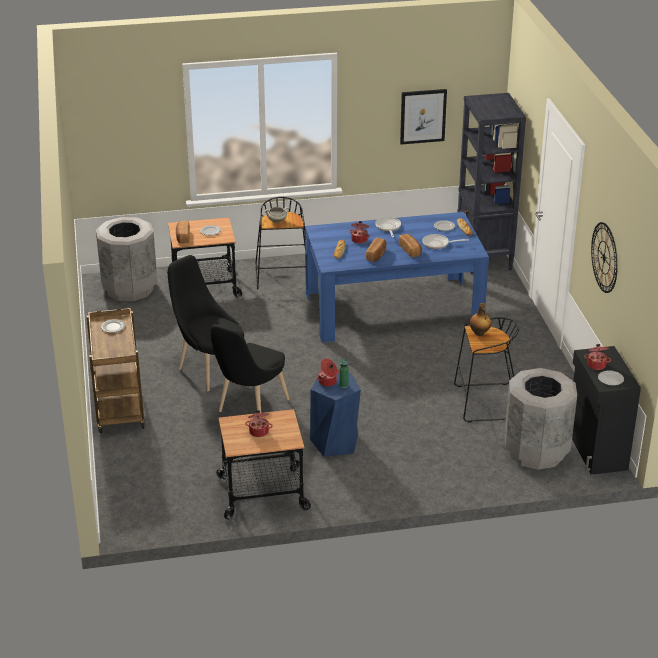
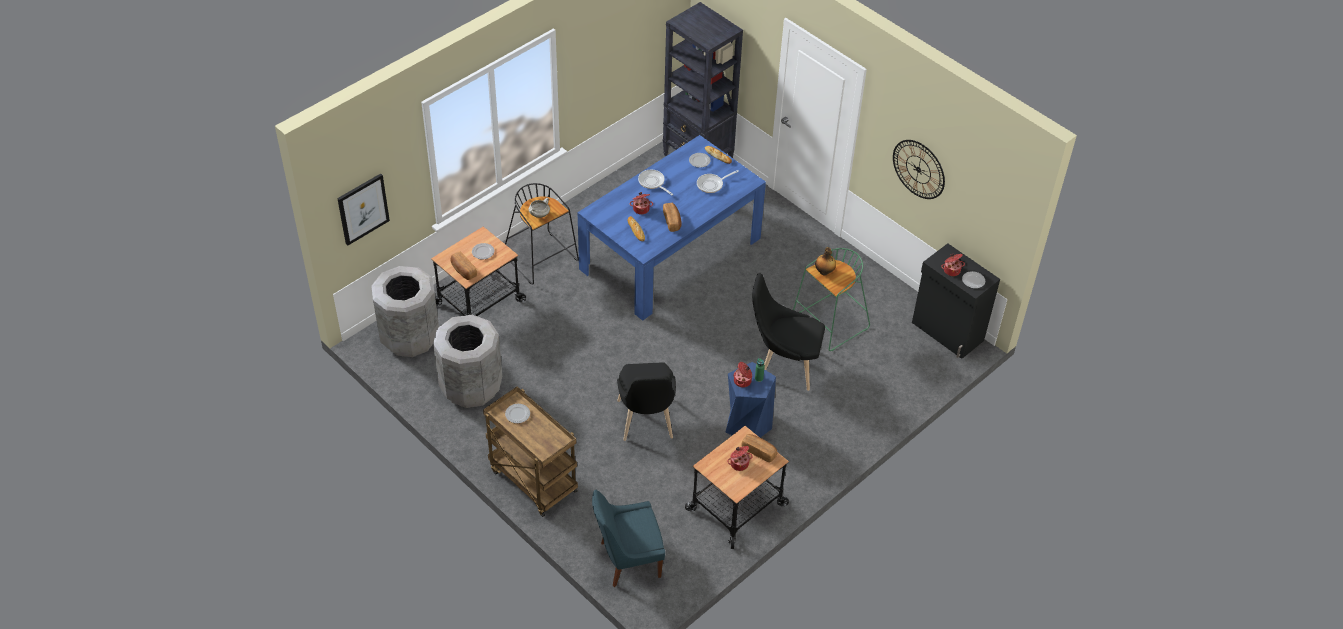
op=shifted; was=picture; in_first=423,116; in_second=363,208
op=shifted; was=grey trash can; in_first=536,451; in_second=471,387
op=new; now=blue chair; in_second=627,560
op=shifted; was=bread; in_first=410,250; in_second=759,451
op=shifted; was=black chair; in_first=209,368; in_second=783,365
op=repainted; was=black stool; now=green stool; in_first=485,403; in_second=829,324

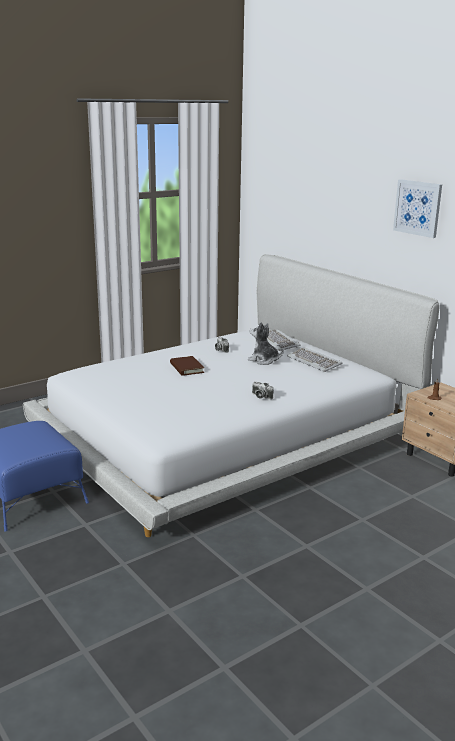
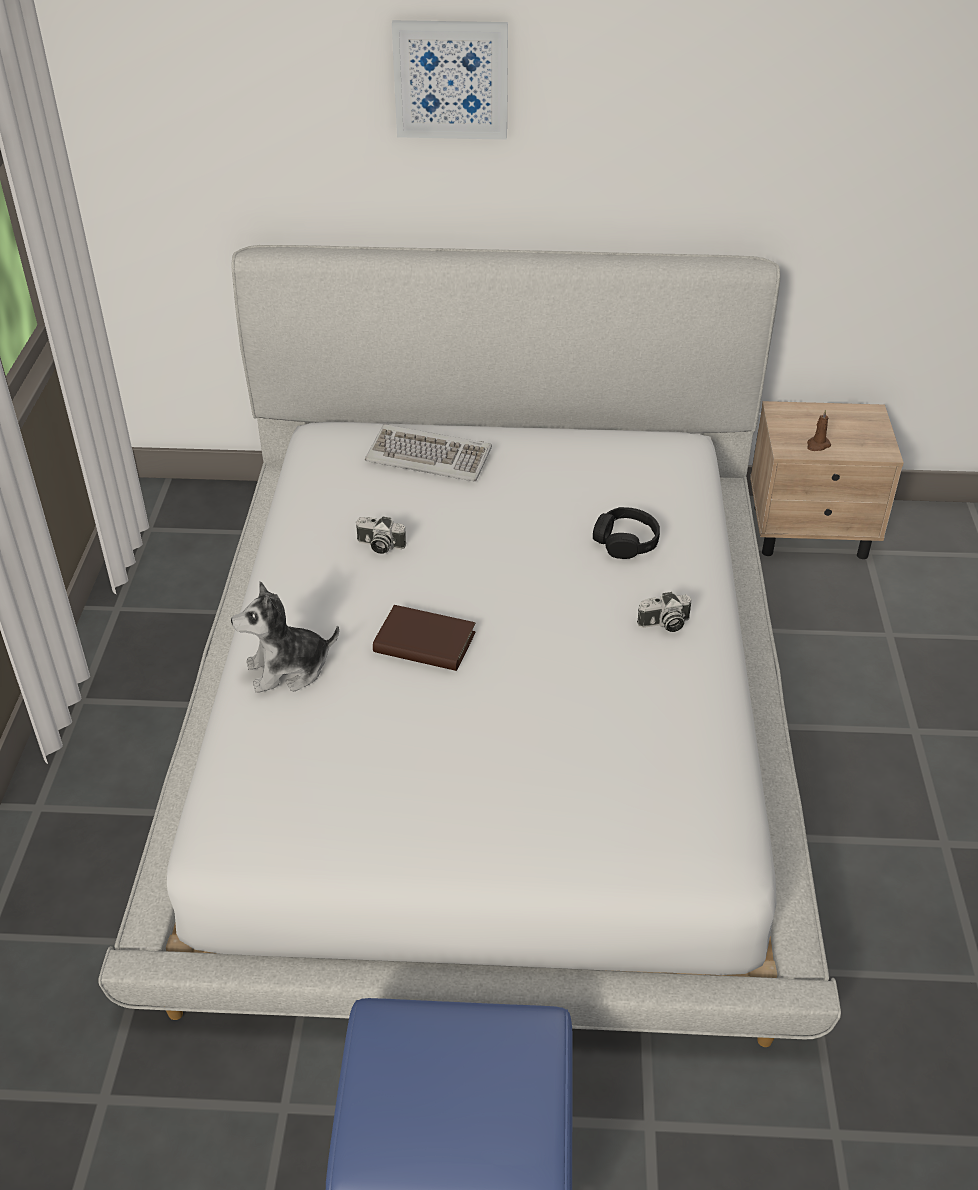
op=shifted; was=plush toy; in_first=264,360; in_second=288,669
op=shifted; was=picture; in_first=418,208; in_second=451,79
op=new; now=black headphones; in_second=626,541
op=gone; was=keyboard; in_first=314,362

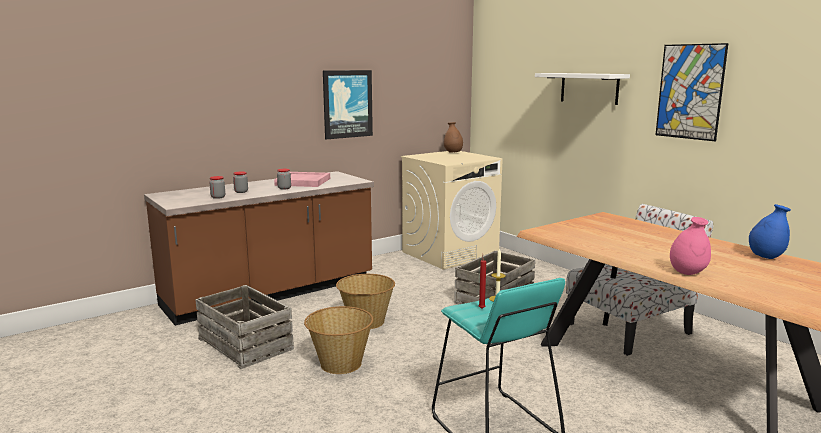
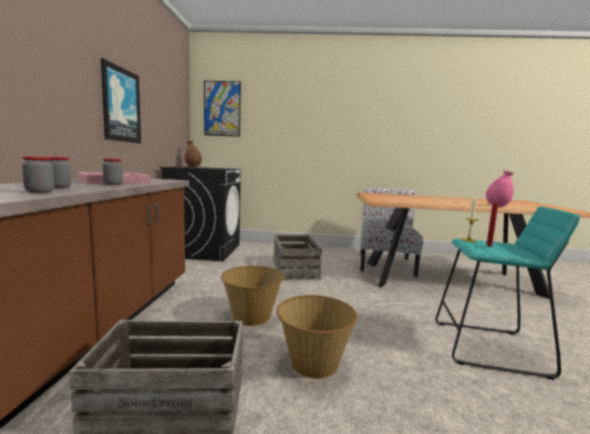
op=repainted; was=beige washing machine; now=black washing machine; in_first=450,253; in_second=204,250
op=shifted; was=picture; in_first=690,92; in_second=222,109
op=gone; was=white shelf; in_first=589,88
op=gone; was=blue vase; in_first=766,257

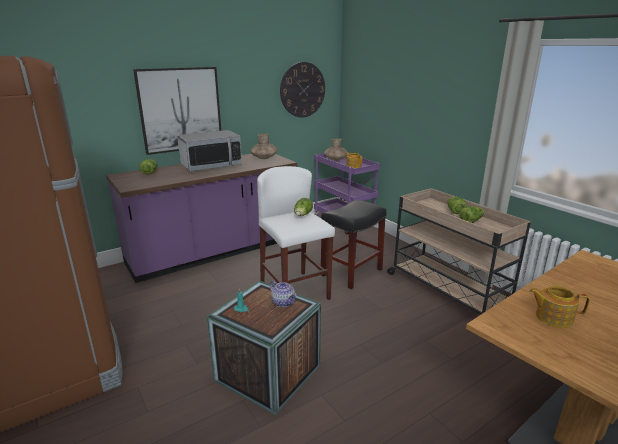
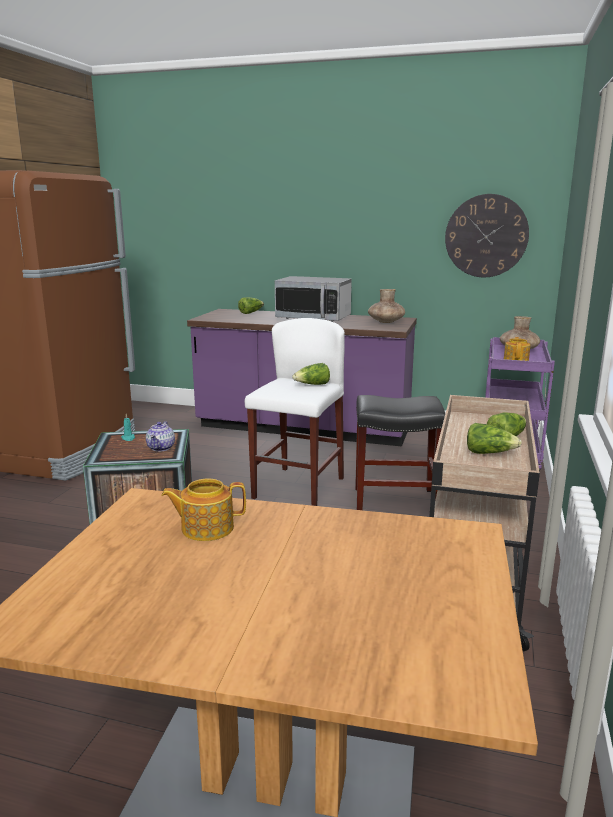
op=rotated; was=teapot; in_first=553,317; in_second=206,528; clockwise=-75
op=gone; was=picture; in_first=180,110

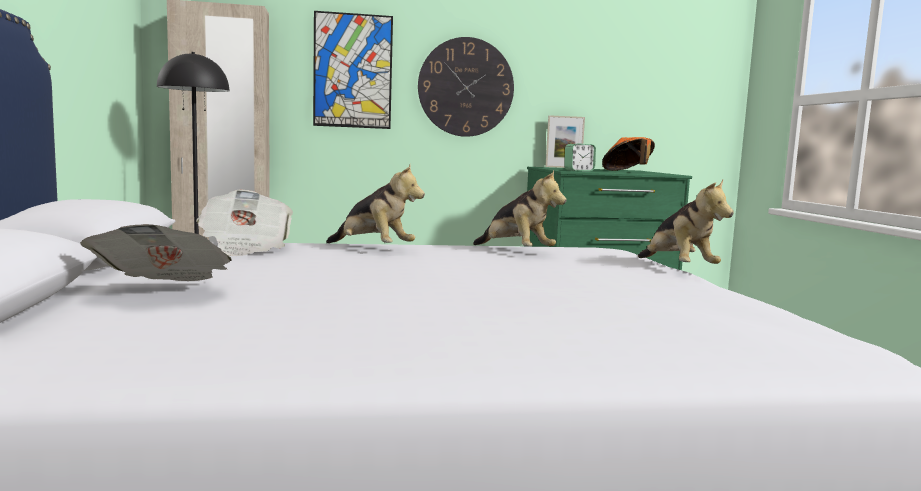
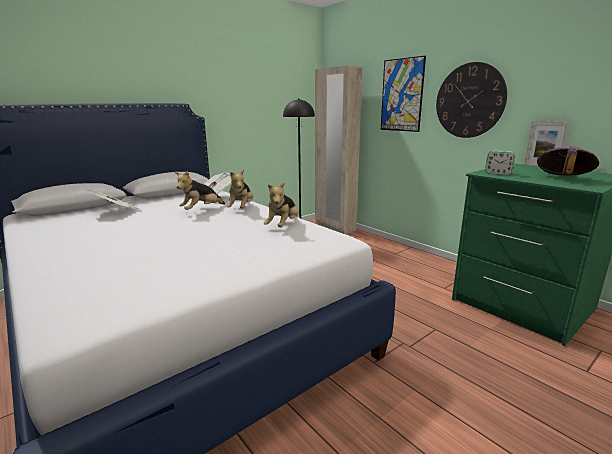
op=shifted; was=plush toy; in_first=677,268; in_second=201,210
op=repainted; was=orange hat; now=purple hat; in_first=627,171; in_second=562,178

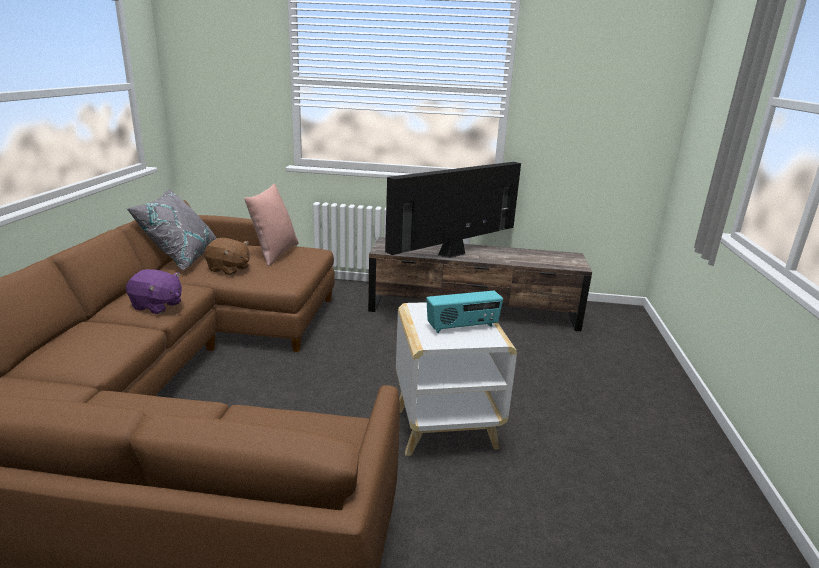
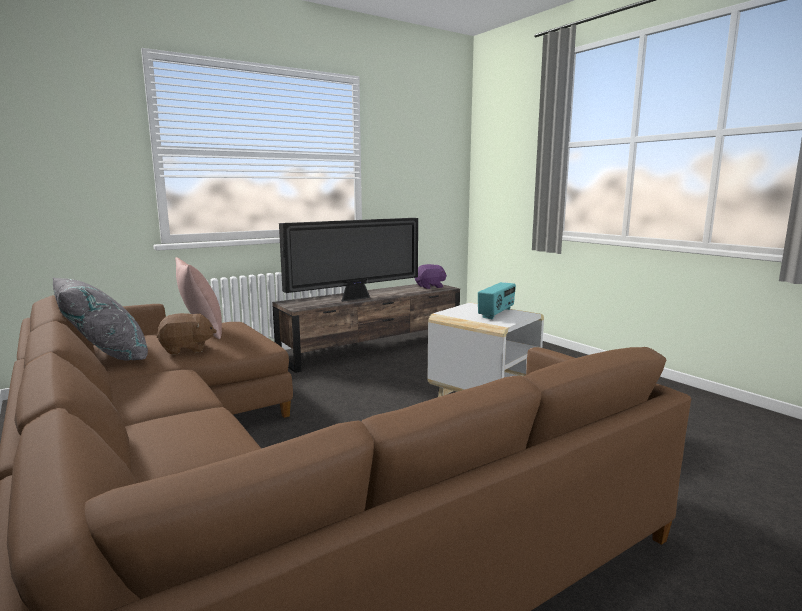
op=rotated; was=television; in_first=452,254; in_second=355,298; clockwise=-135
op=shifted; was=purple plush toy; in_first=157,306; in_second=430,287

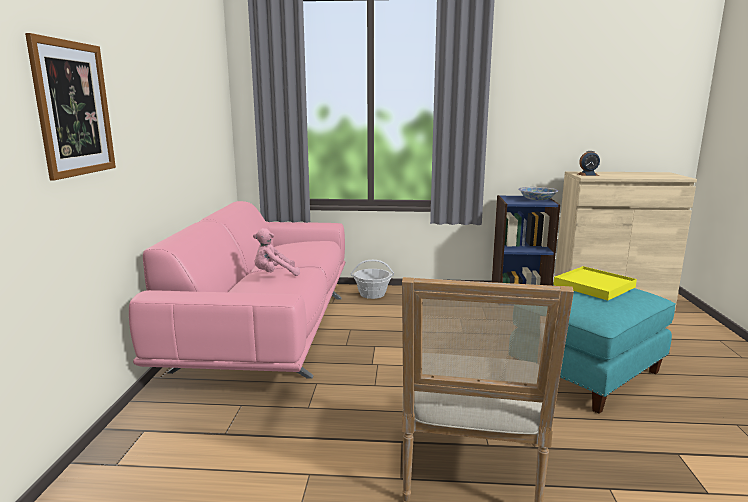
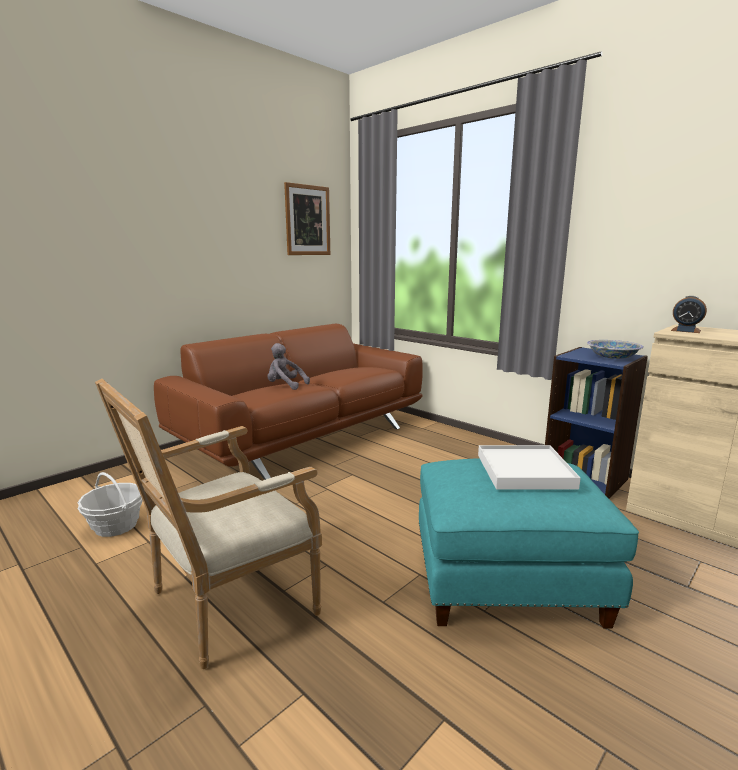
op=shifted; was=basket; in_first=372,294; in_second=116,526
op=repainted; was=pink sofa; now=brown sofa; in_first=267,328; in_second=304,435
op=repainted; was=pink plush toy; now=grey plush toy; in_first=274,275; in_second=285,386
op=shifted; was=picture; in_first=73,109; in_second=307,220
op=repainted; was=yellow tray; now=white tray; in_first=594,286; in_second=525,471

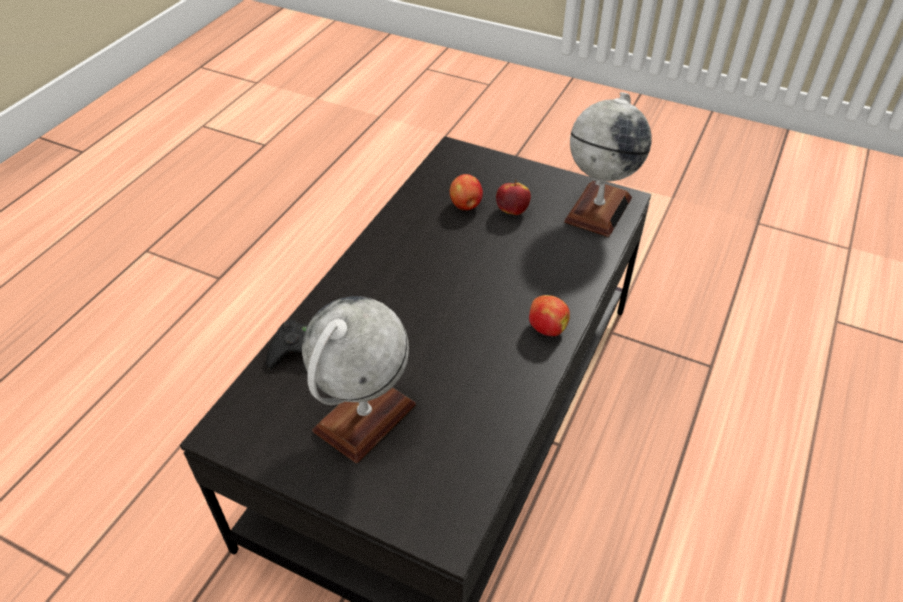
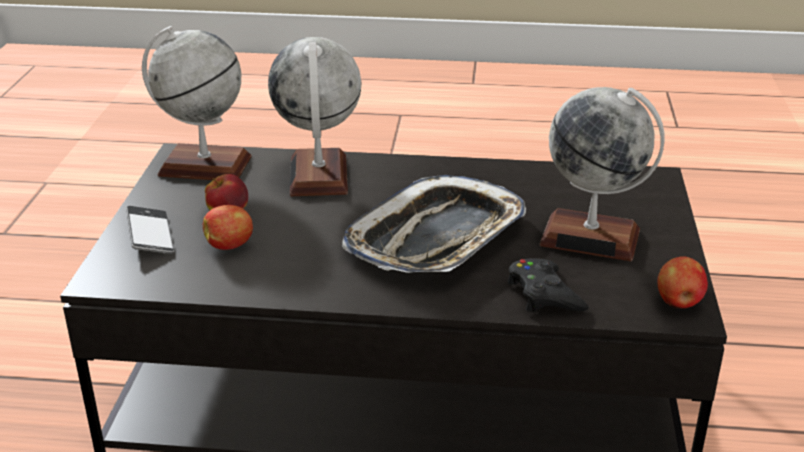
op=new; now=phone; in_second=150,236
op=new; now=globe; in_second=319,175
op=new; now=tray; in_second=437,238
op=shifted; was=apple; in_first=546,328; in_second=678,303

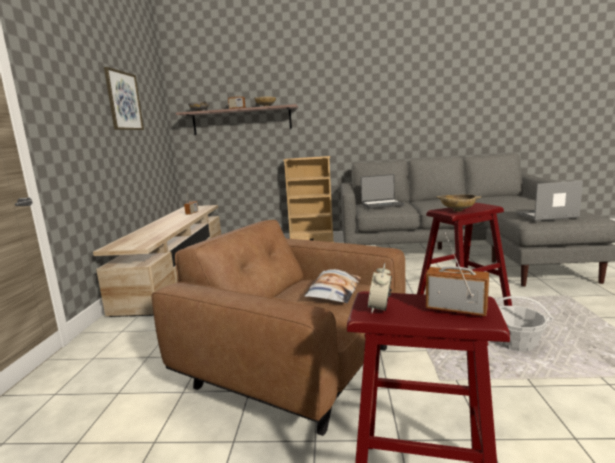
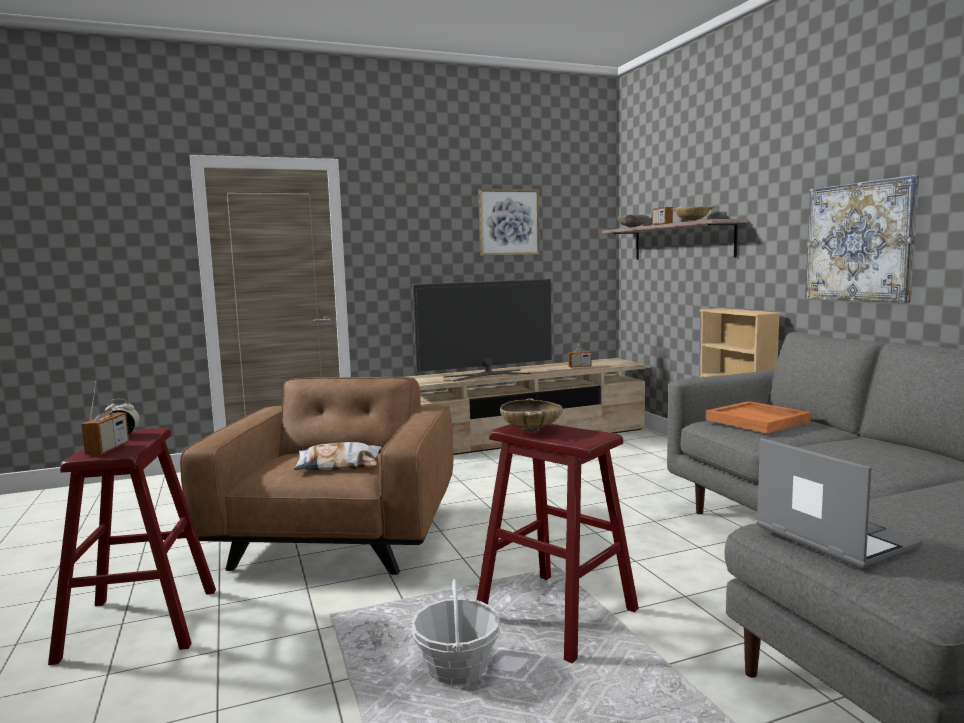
op=new; now=television; in_second=487,375
op=swapped; was=laptop; now=orange tray; in_first=381,205; in_second=758,420
op=new; now=picture; in_second=859,242

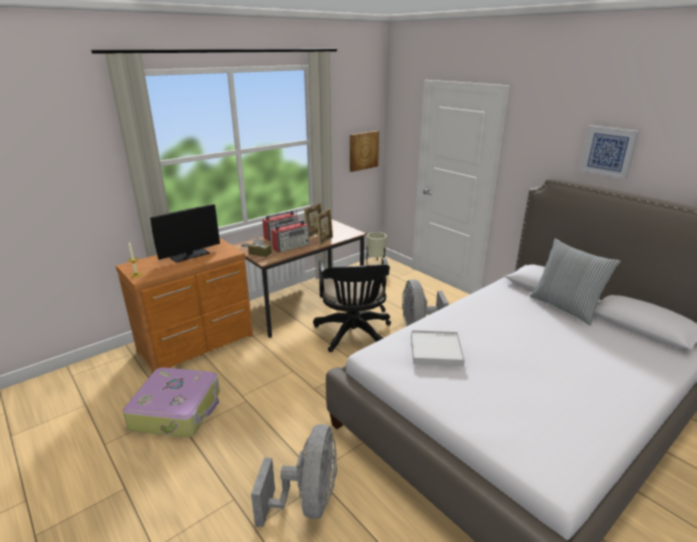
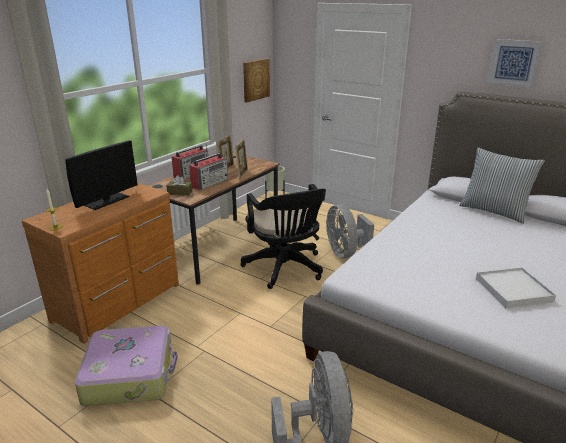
op=shifted; was=white tray; in_first=435,350; in_second=513,290

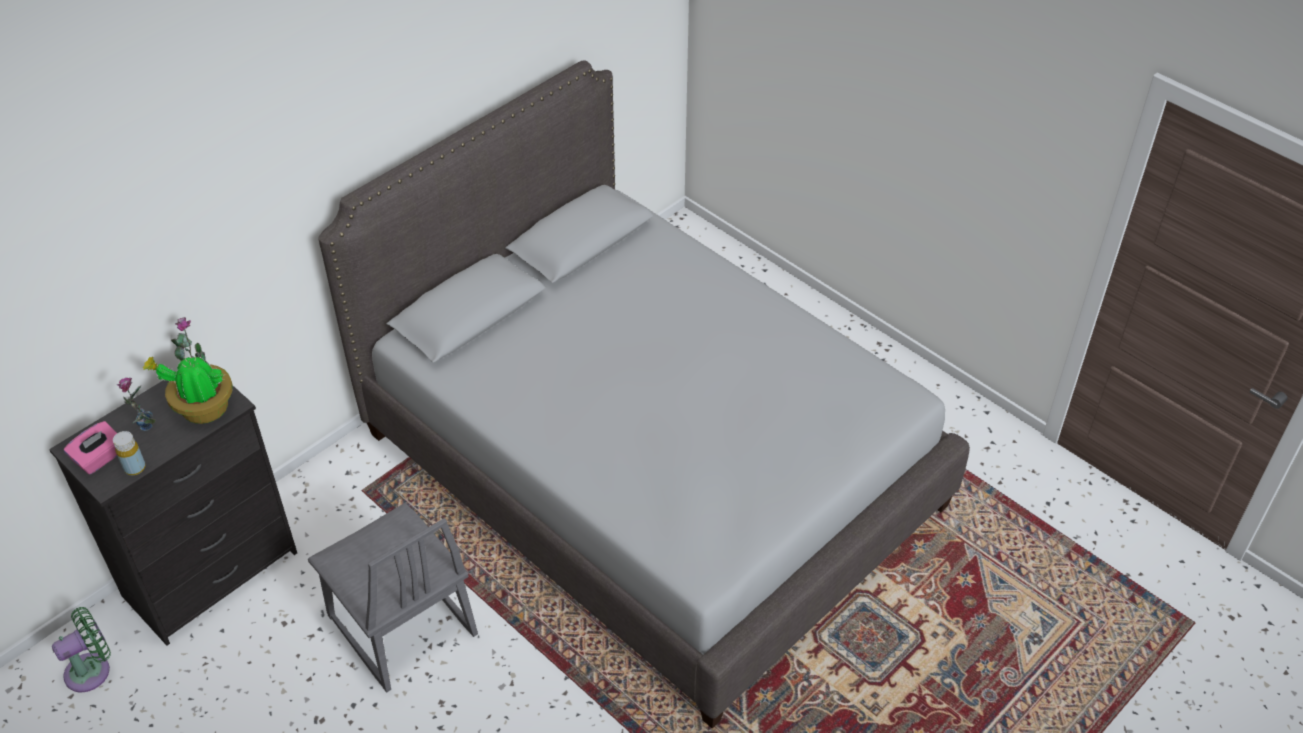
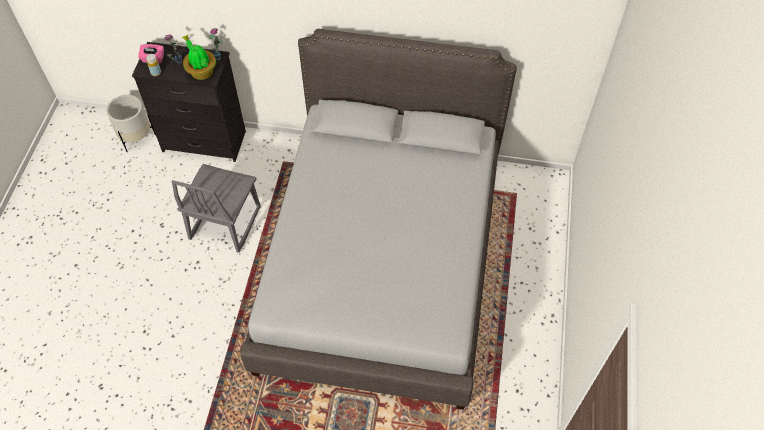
op=swapped; was=green fan; now=white planter; in_first=92,670; in_second=136,137

